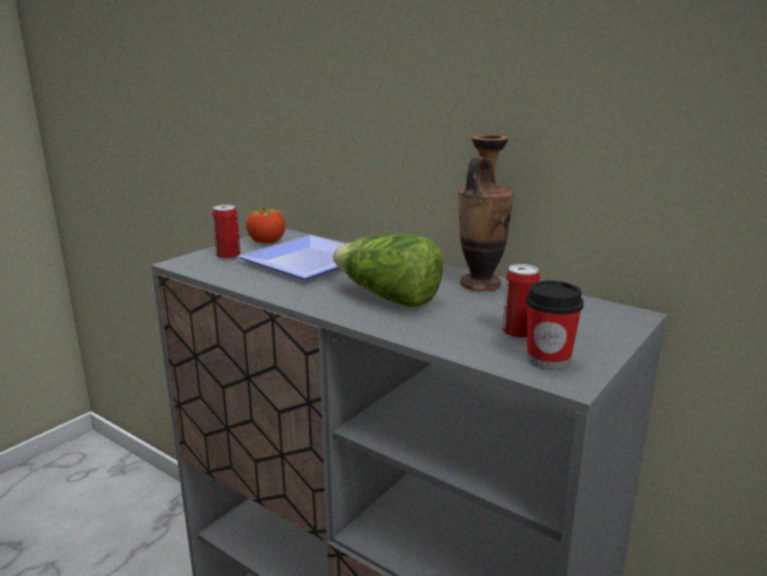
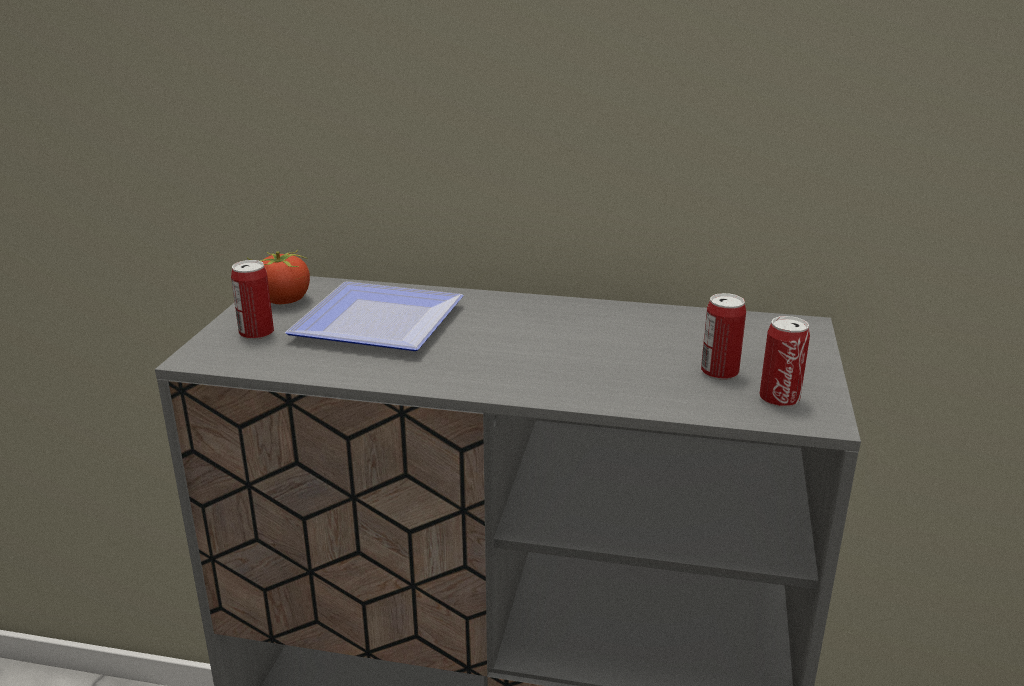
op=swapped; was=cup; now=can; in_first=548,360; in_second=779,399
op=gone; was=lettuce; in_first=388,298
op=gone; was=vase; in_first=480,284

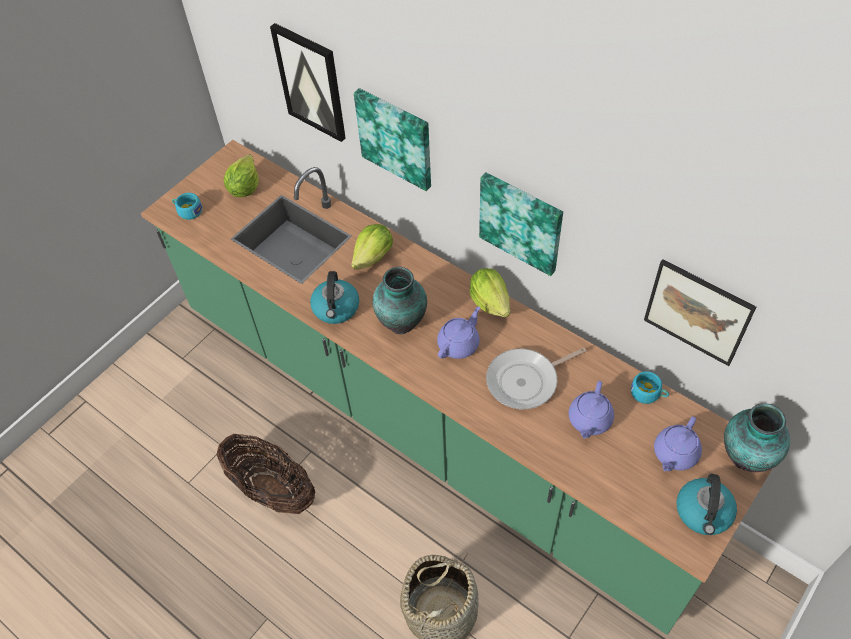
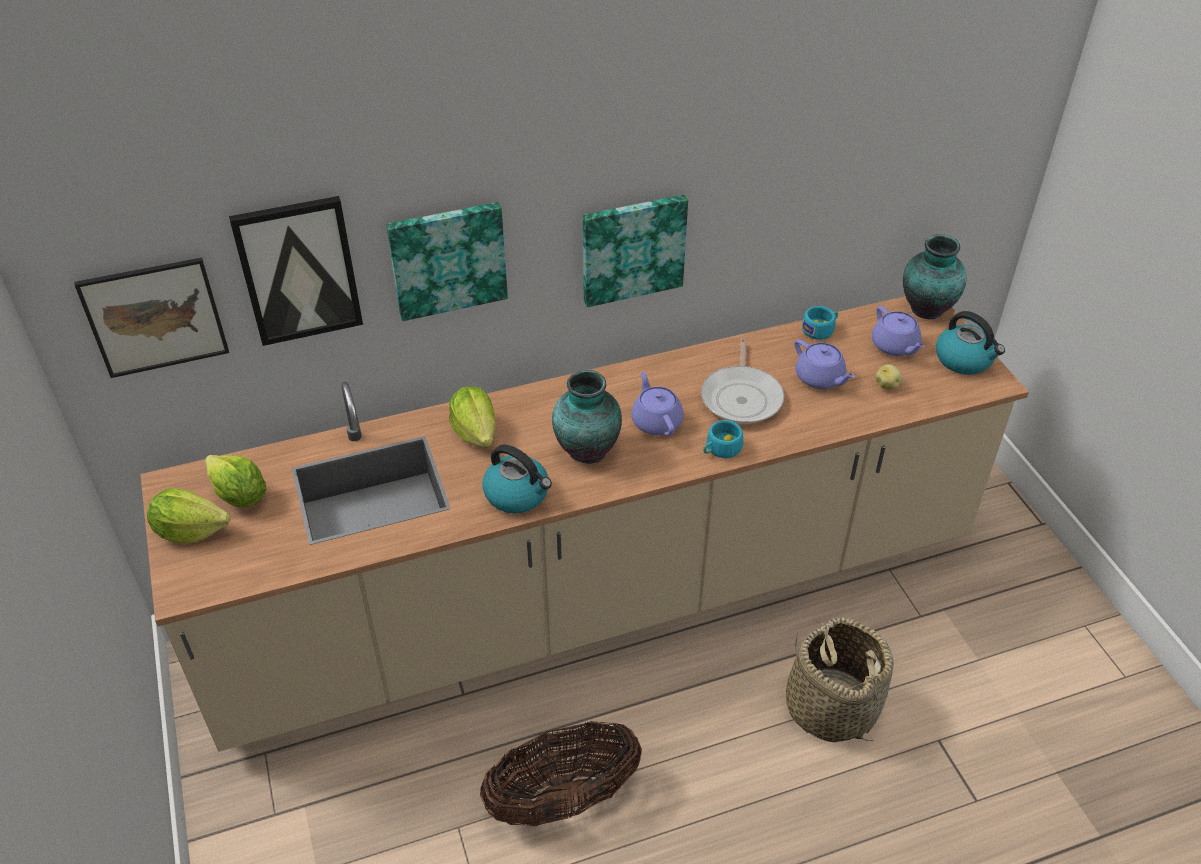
op=shifted; was=picture; in_first=697,312; in_second=155,317
op=repainted; was=green counter; now=beige counter; in_first=432,421; in_second=600,597
op=shifted; was=lettuce; in_first=490,302; in_second=190,531
op=shifted; was=turquoise cup; in_first=188,211; in_second=720,449
op=new; now=potato; in_second=887,385

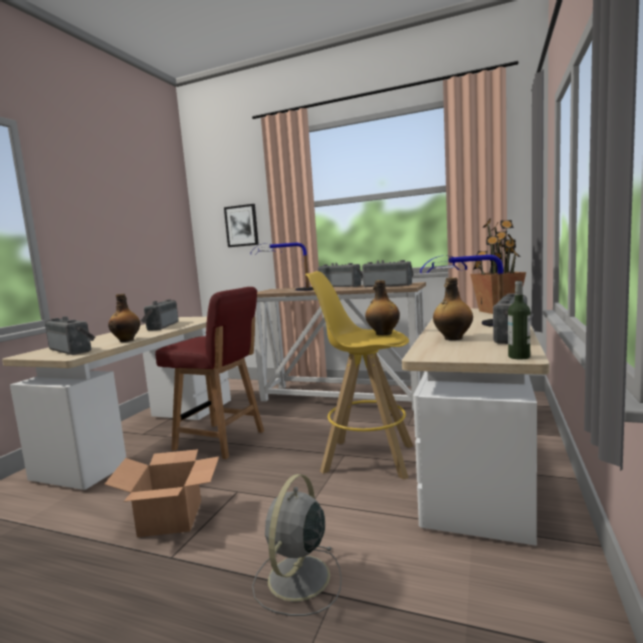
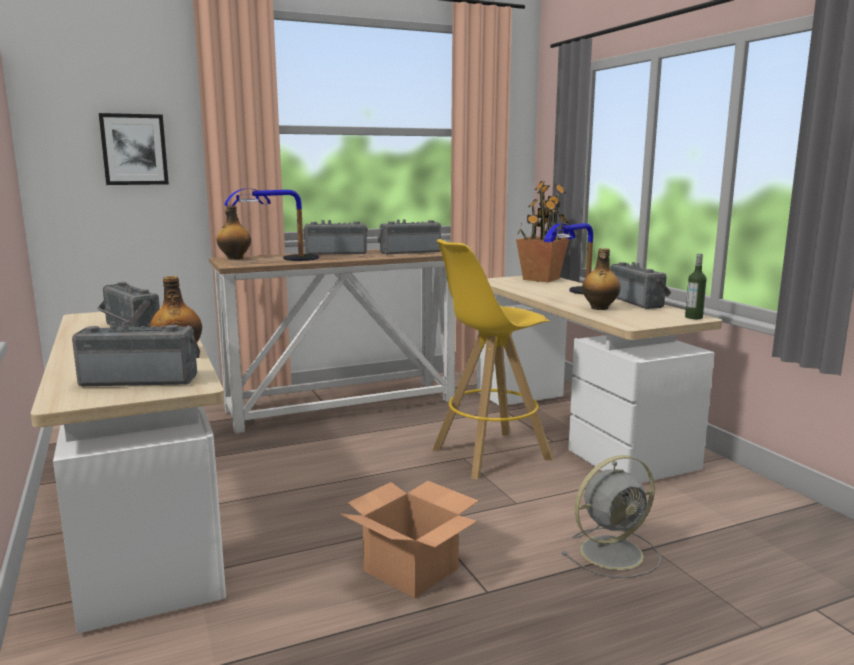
op=shifted; was=bottle; in_first=383,334; in_second=234,258
op=rotated; was=grey fan; in_first=297,579; in_second=614,552; clockwise=-90
op=gone; was=red chair; in_first=221,441

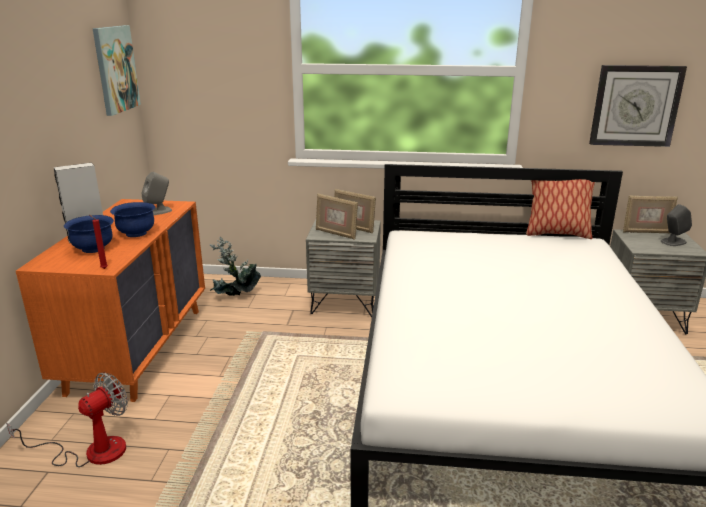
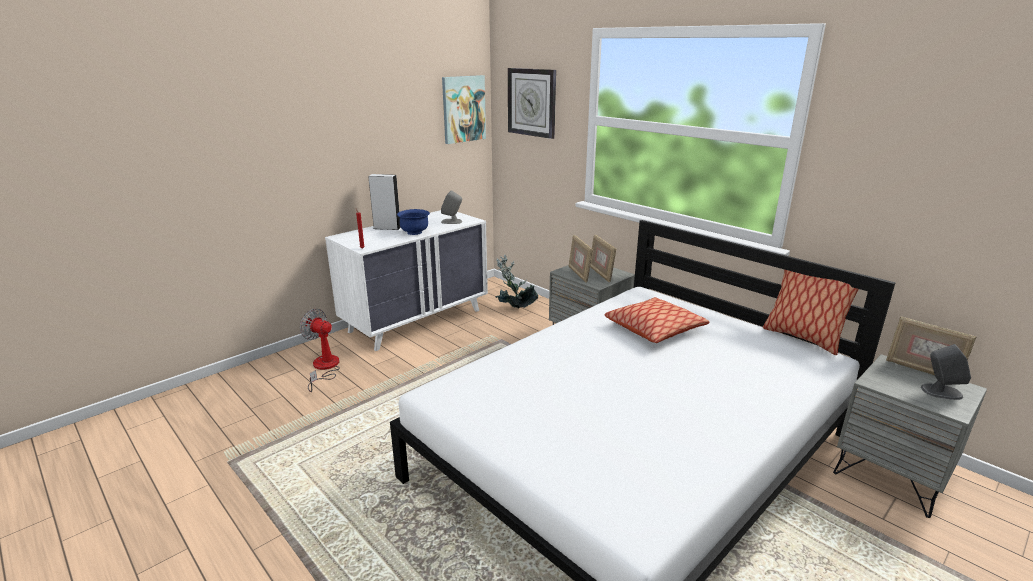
op=rotated; was=fan; in_first=91,451; in_second=324,368; clockwise=-135
op=repainted; was=orange dresser; now=white dresser; in_first=138,348; in_second=416,320
op=shifted; was=wall clock; in_first=635,106; in_second=532,102
op=new; now=pillow; in_second=654,329
op=gone; was=blue bowl; in_first=93,249

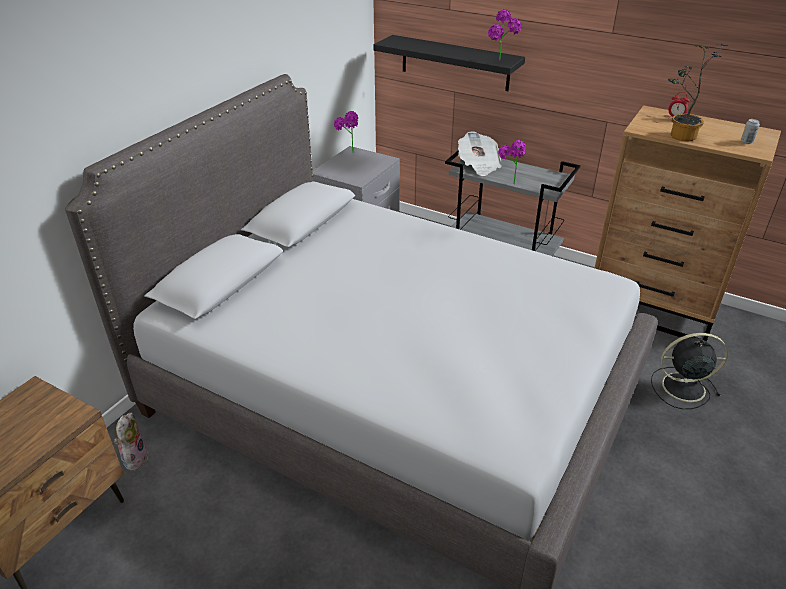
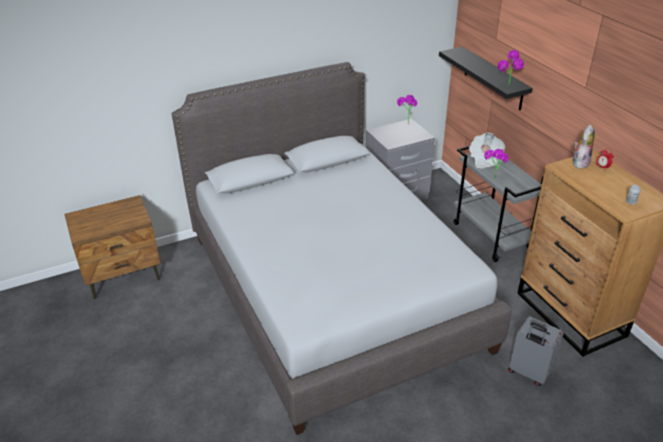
op=swapped; was=black fan; now=grey suitcase; in_first=681,387; in_second=528,373
op=shifted; was=plush toy; in_first=134,458; in_second=579,162
op=gone; was=potted plant; in_first=679,136

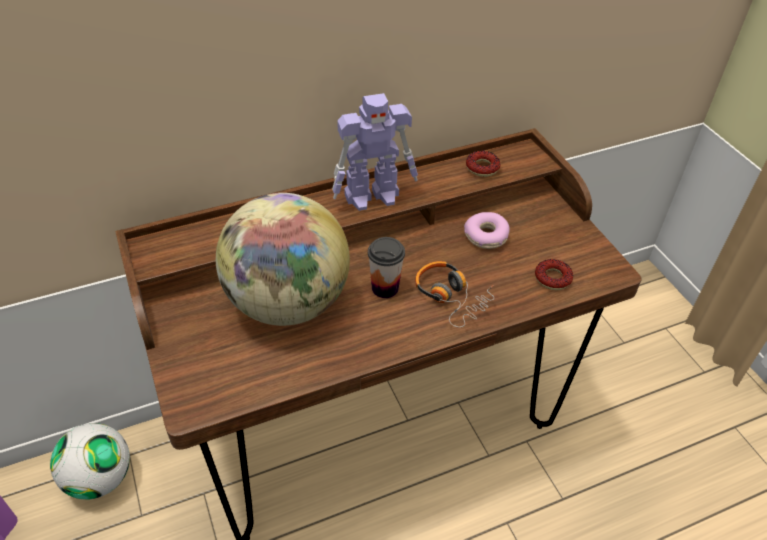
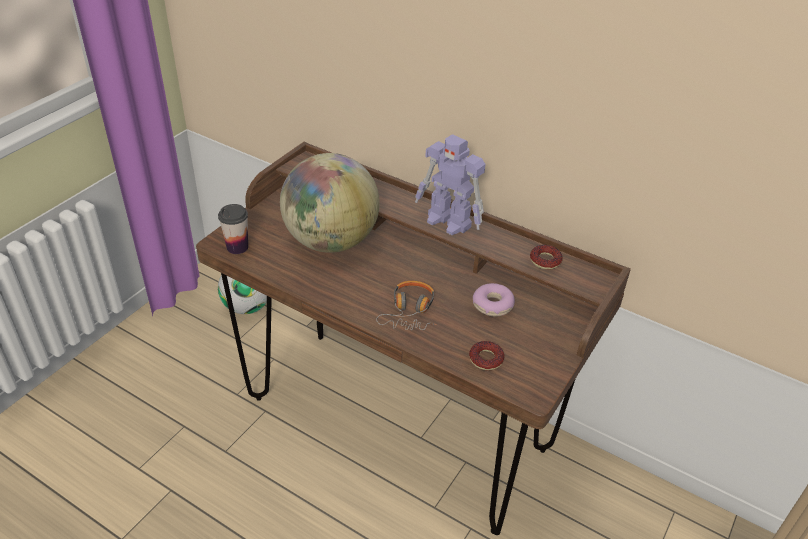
op=shifted; was=cup; in_first=385,288; in_second=237,247

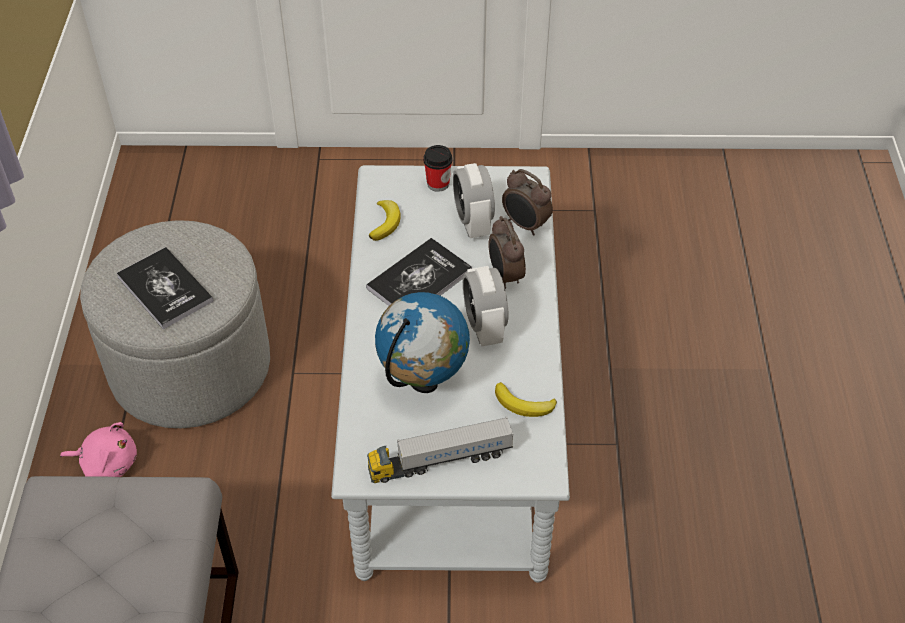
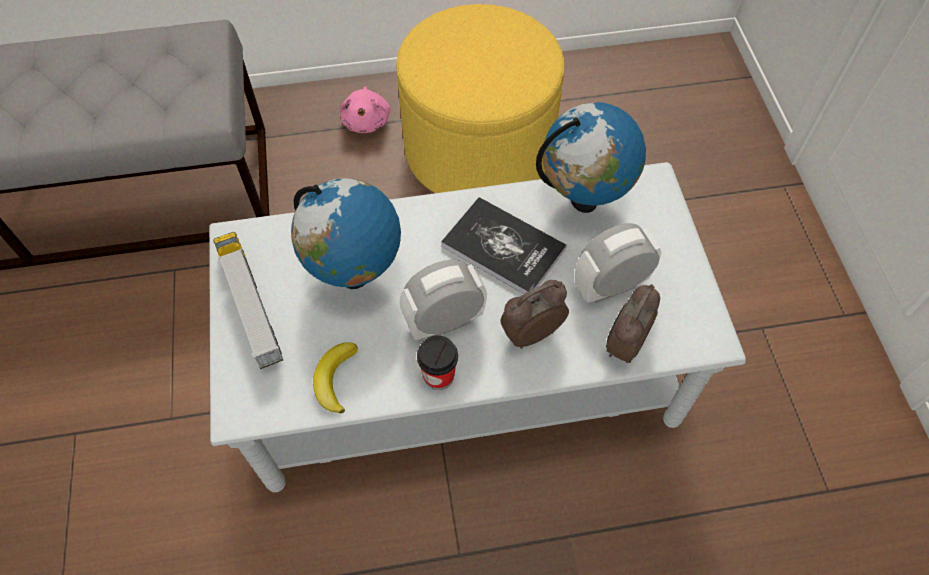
op=repainted; was=grey ottoman; now=yellow ottoman; in_first=190,366; in_second=478,149
op=shifted; was=cup; in_first=438,184; in_second=438,376
op=swapped; was=banana; now=globe; in_first=385,222; in_second=584,200
op=gone; was=book; in_first=165,289

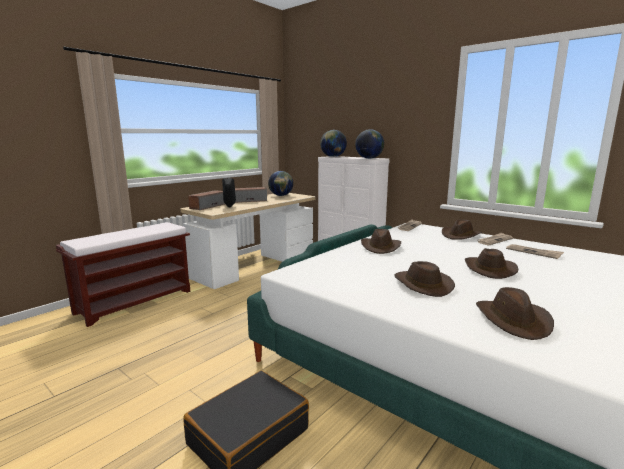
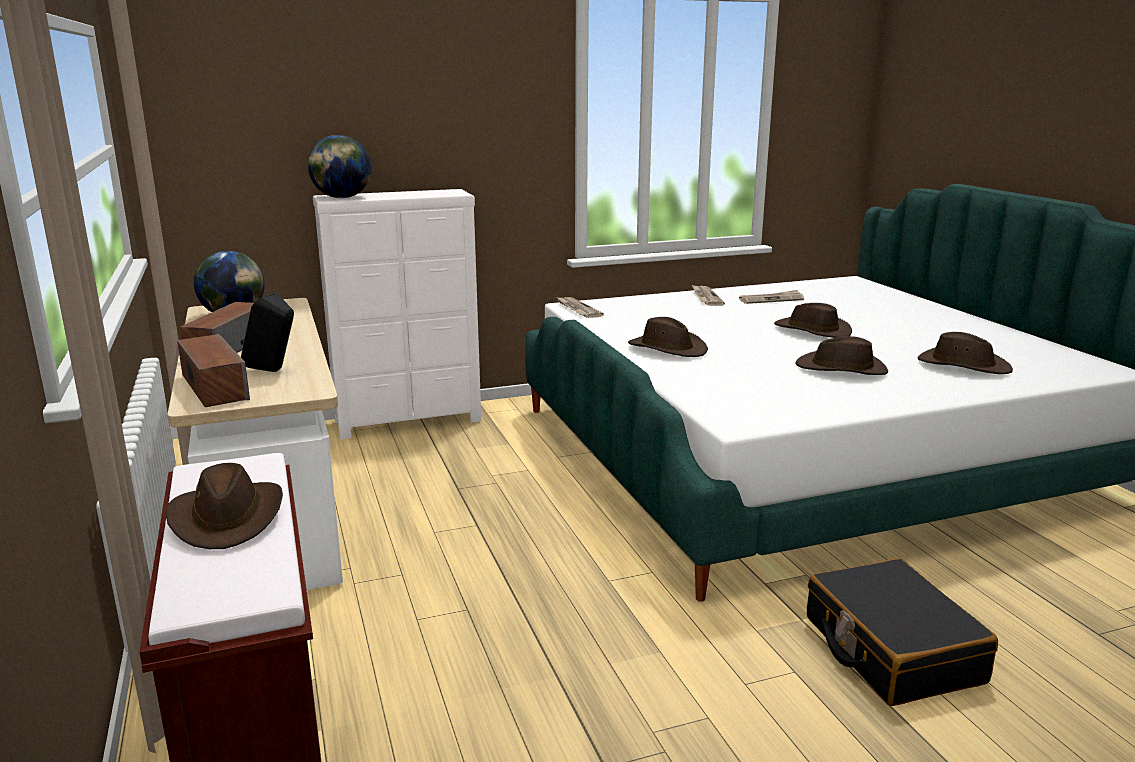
op=shifted; was=brown hat; in_first=460,235; in_second=228,518
op=gone; was=globe; in_first=369,158

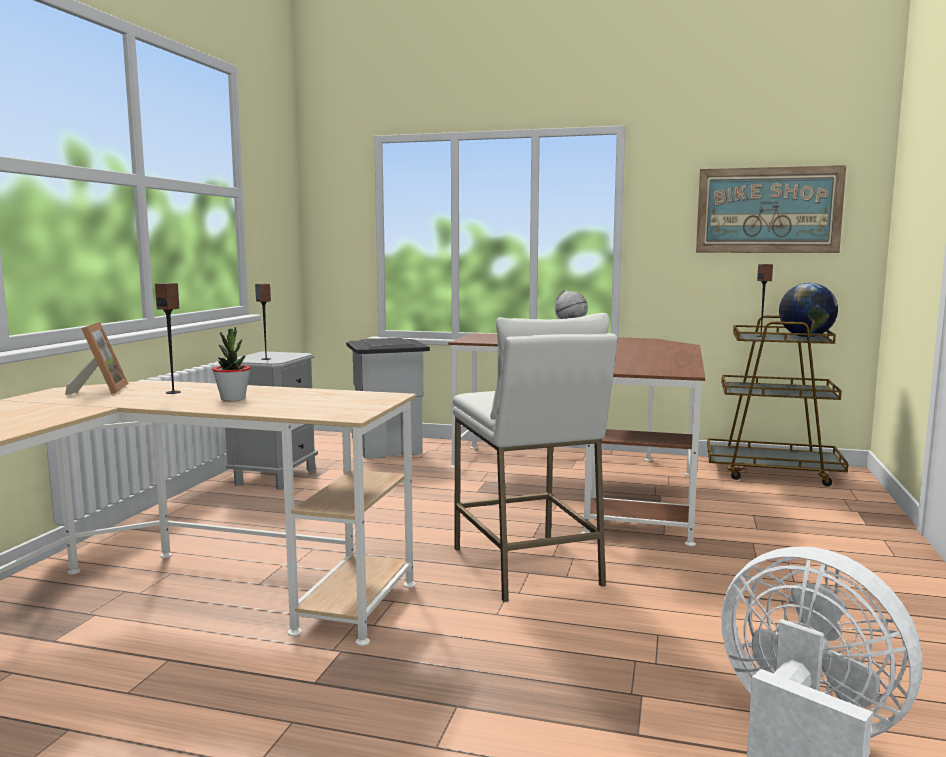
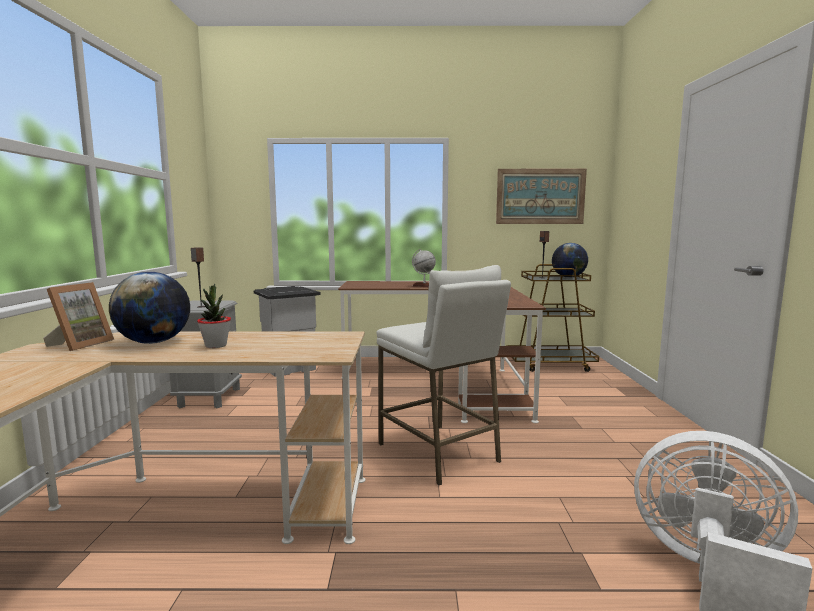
op=rotated; was=picture frame; in_first=101,390; in_second=80,344; clockwise=45
op=swapped; was=speaker; now=globe; in_first=173,392; in_second=154,342

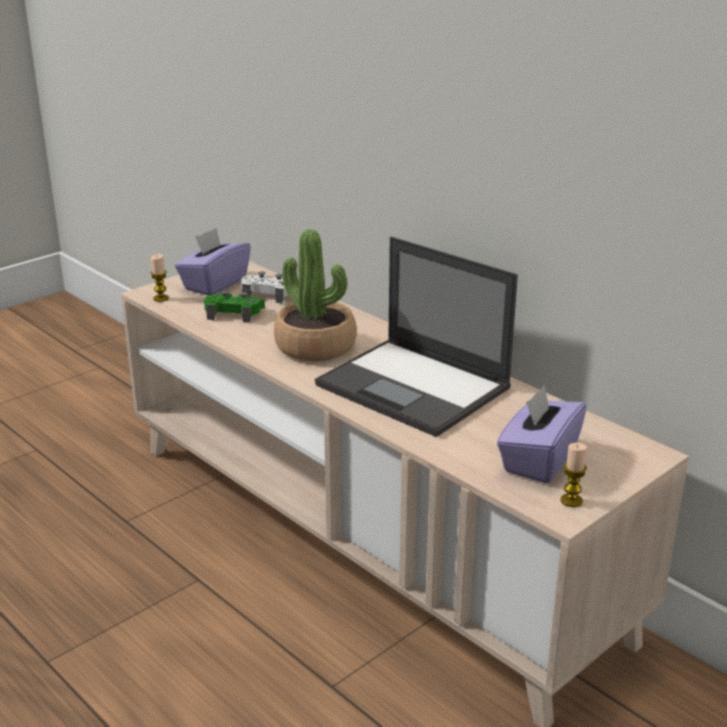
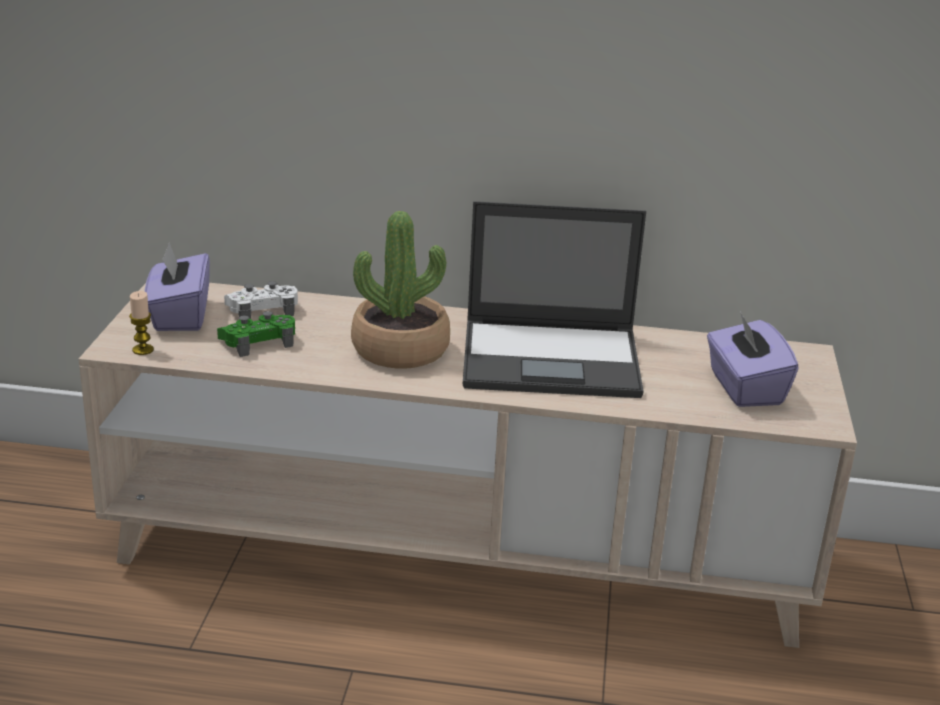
op=gone; was=candle; in_first=571,500

